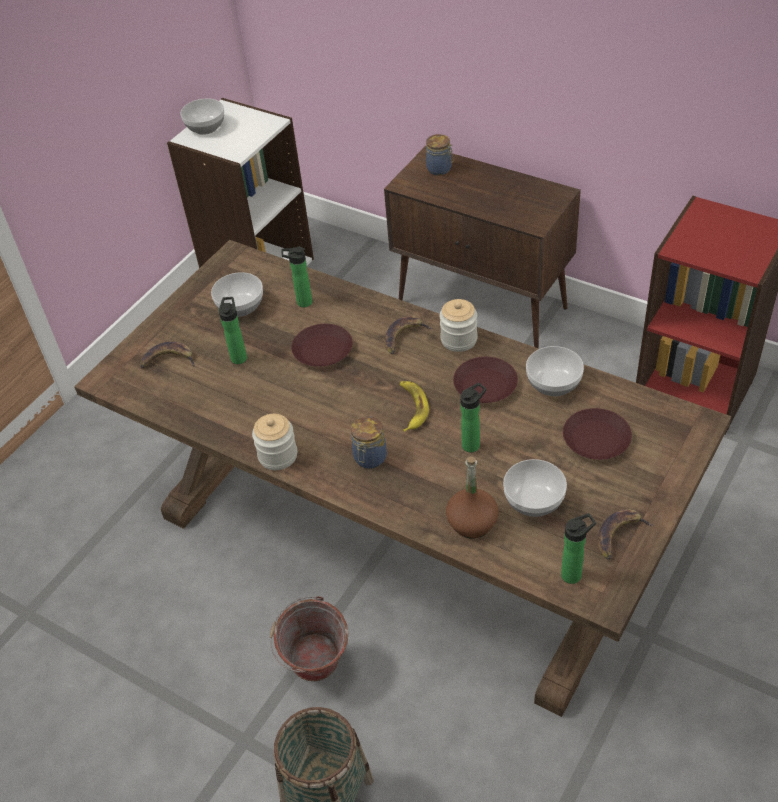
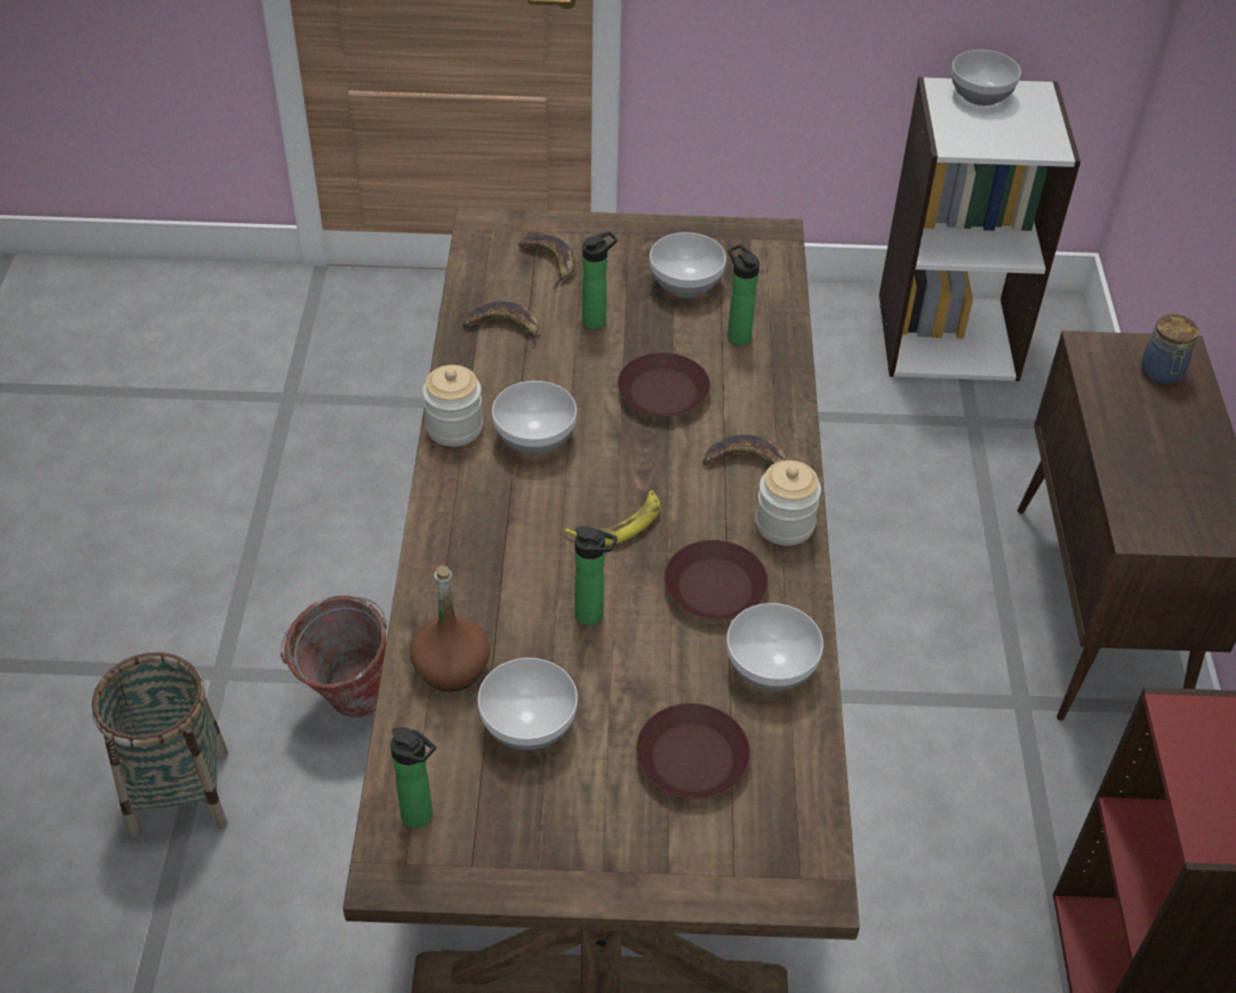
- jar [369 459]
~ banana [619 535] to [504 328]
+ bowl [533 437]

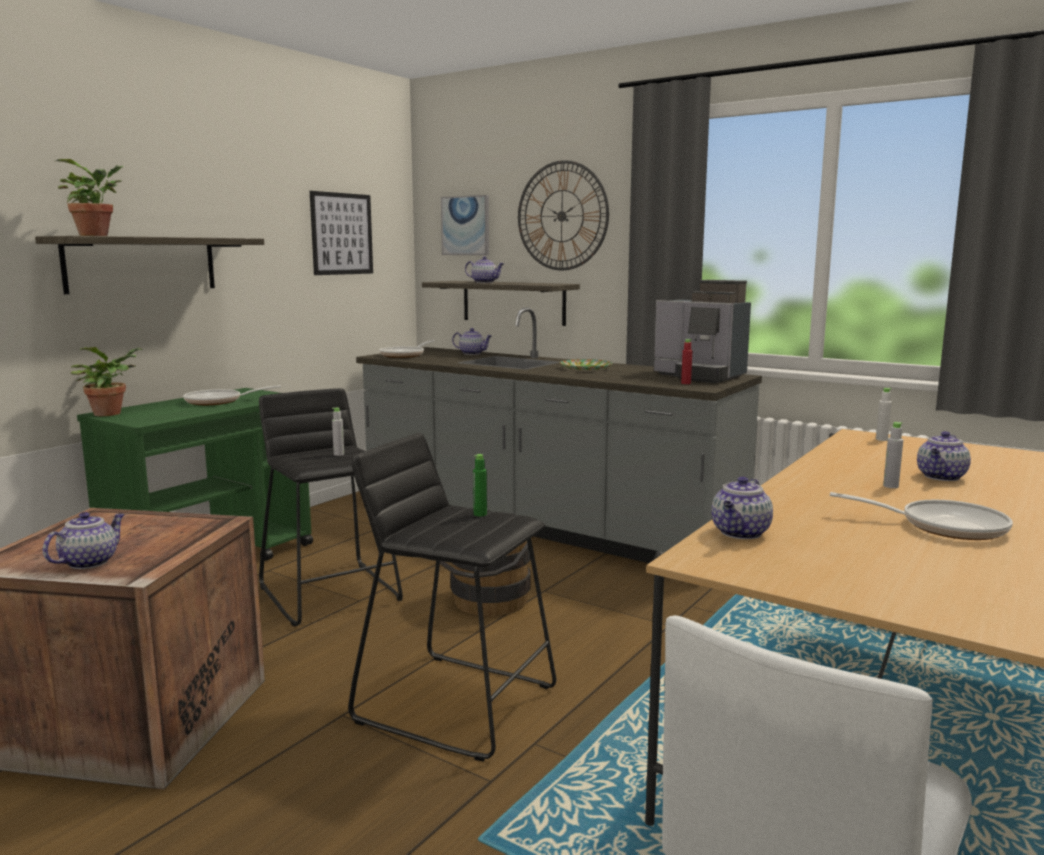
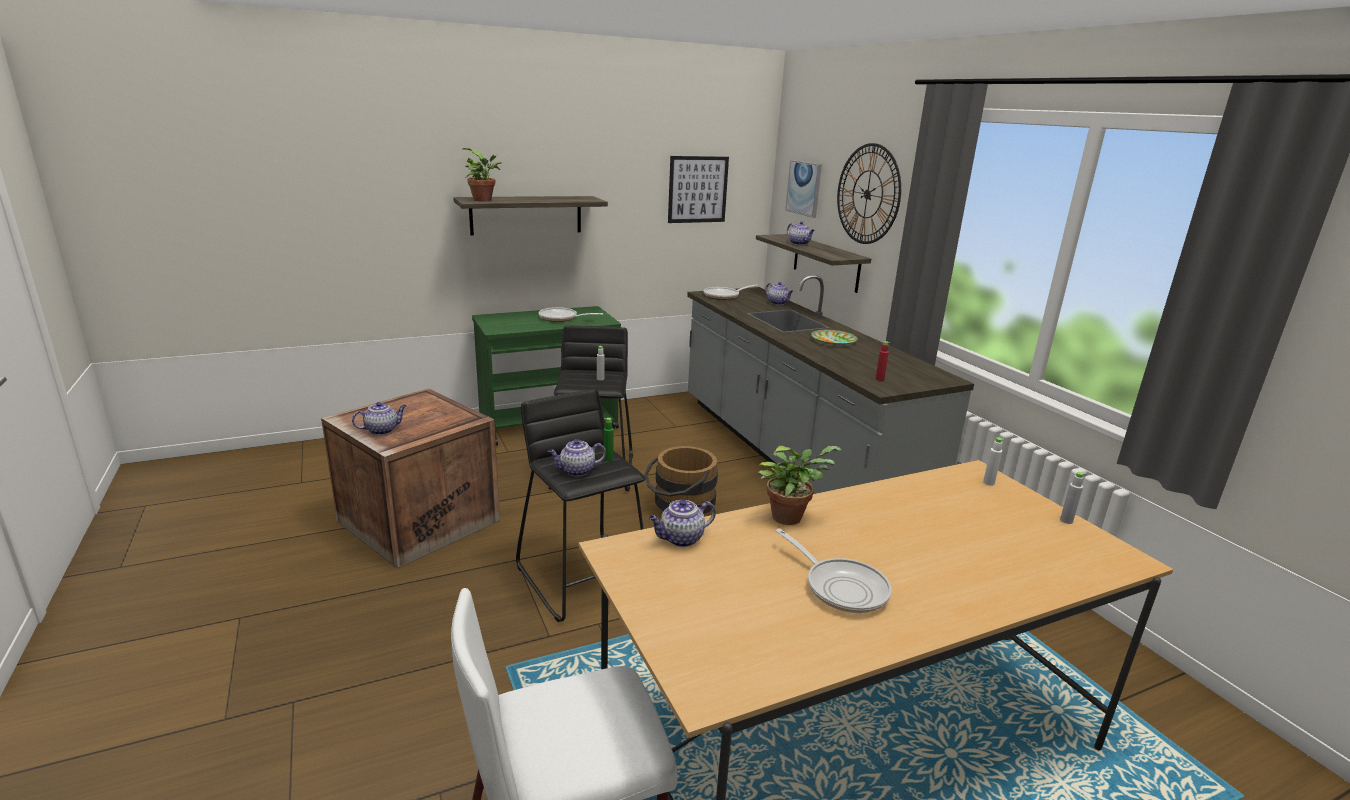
- coffee_machine [700 376]
~ potted_plant [110 413] to [790 516]
~ grey_bottle [890 486] to [1066 520]
~ teapot [941 477] to [576 471]

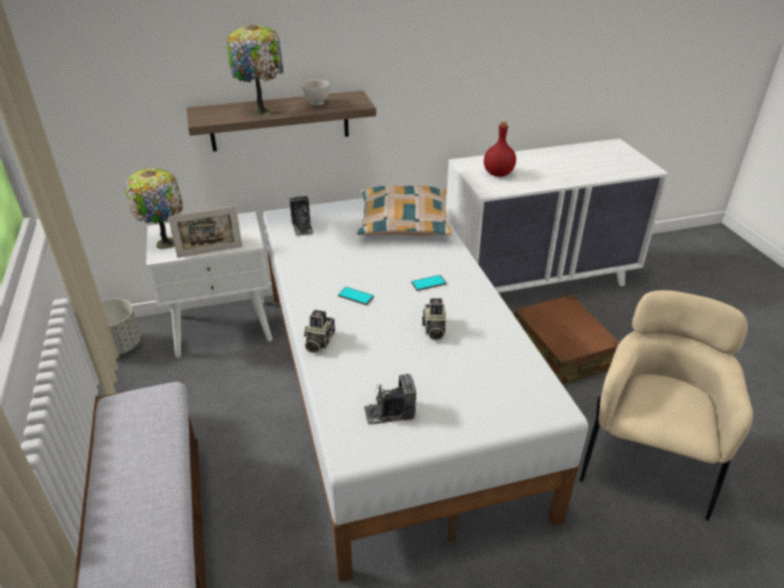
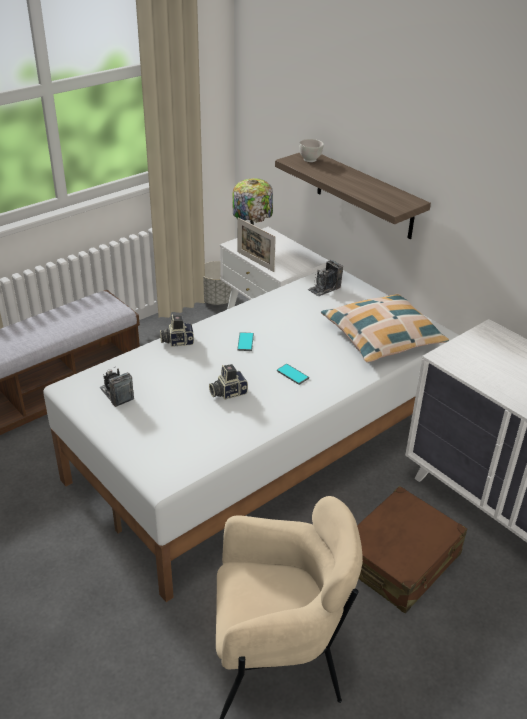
- table_lamp [262 111]
~ white_bowl [316 103] to [310 160]
- red_bottle [498 173]

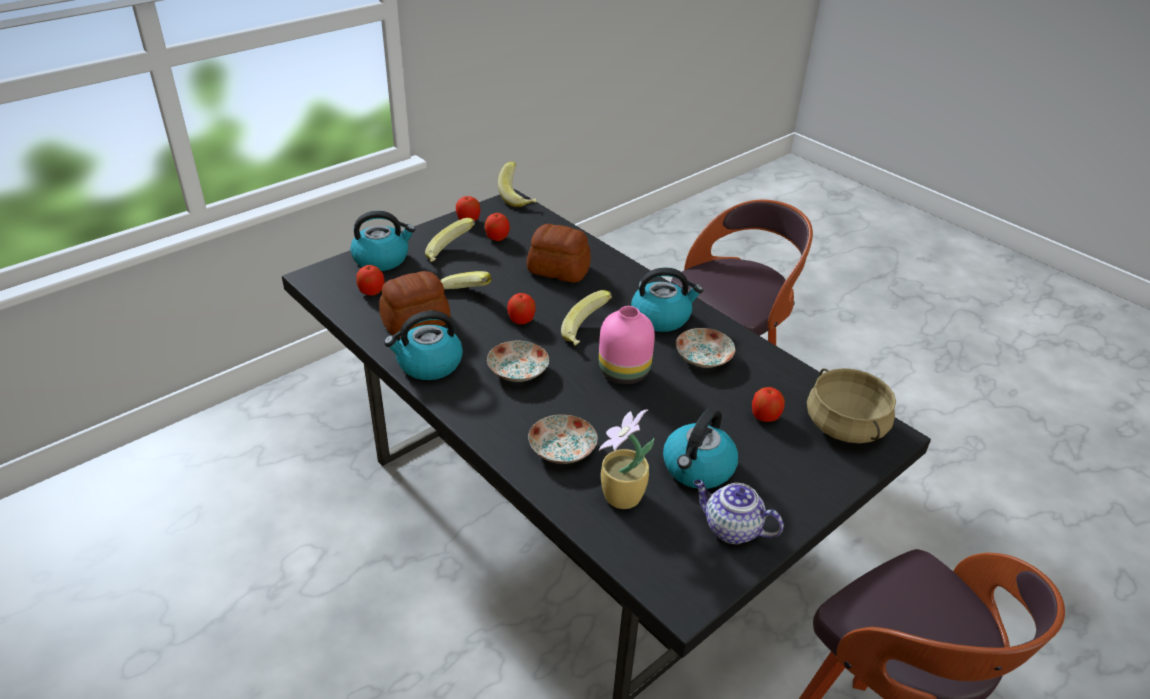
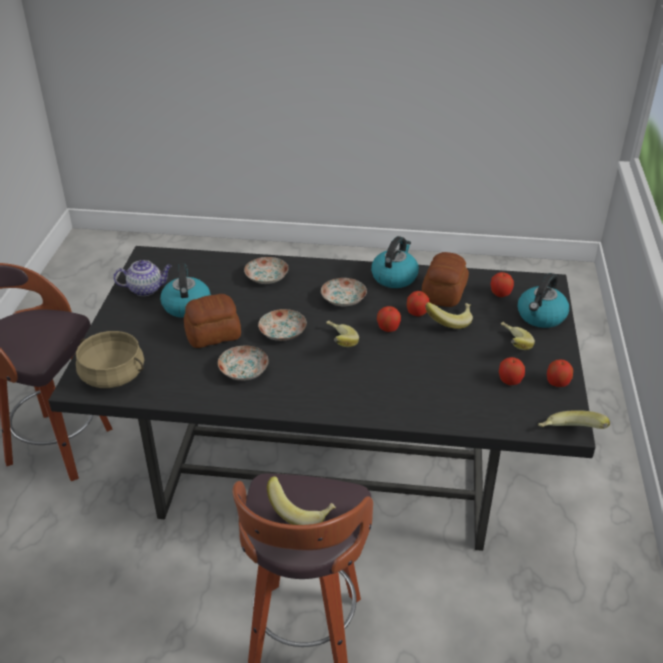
~ bread [558 269] to [214 335]
- kettle [661 317]
~ pink_vase [625 372] to plate [282 333]
~ apple [764 417] to [417 313]
- potted_plant [621 498]
+ banana [301 511]

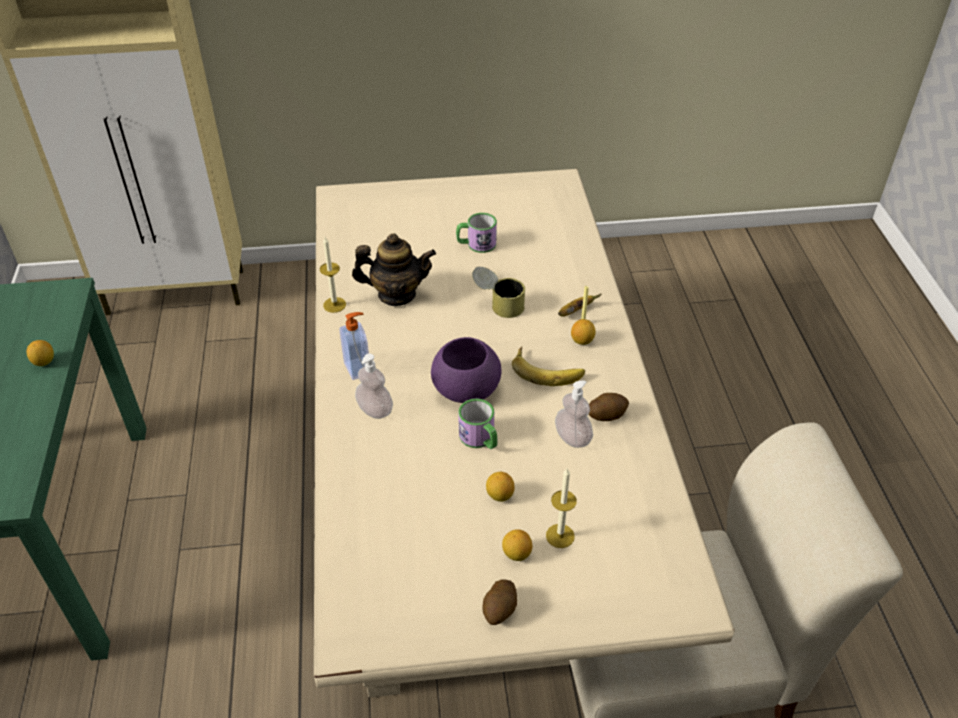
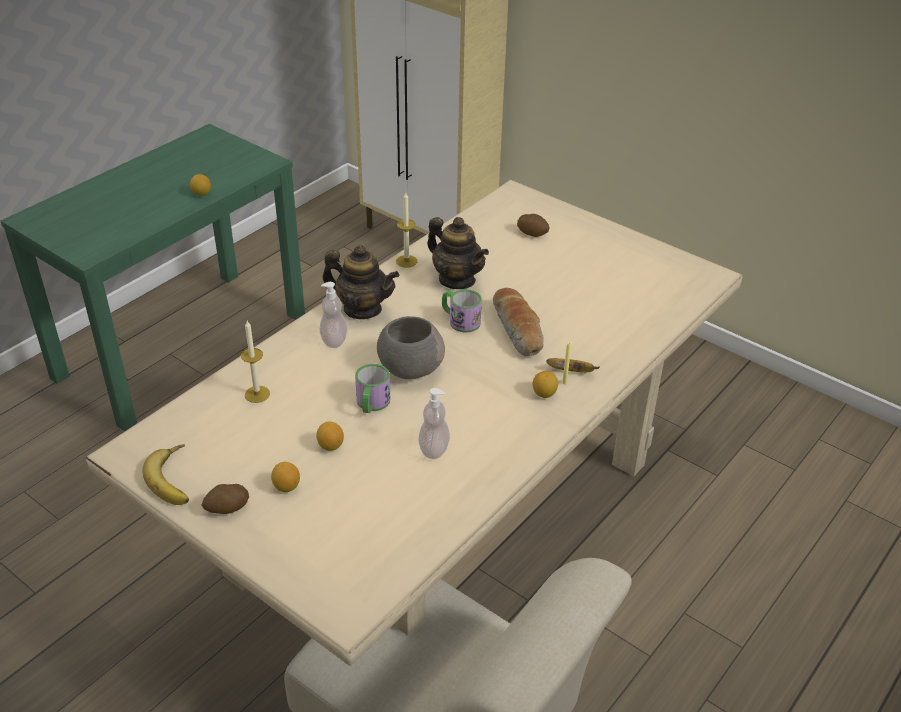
~ mug [476 244] to [460 320]
~ can [498 305] to bread [519 330]
~ soap_dispenser [358 368] to teapot [362 309]
~ purple_bowl [465 389] to grey_bowl [409 367]
~ banana [547 369] to [176 479]
~ potato [607 414] to [532 233]
~ candle [560 536] to [257 394]

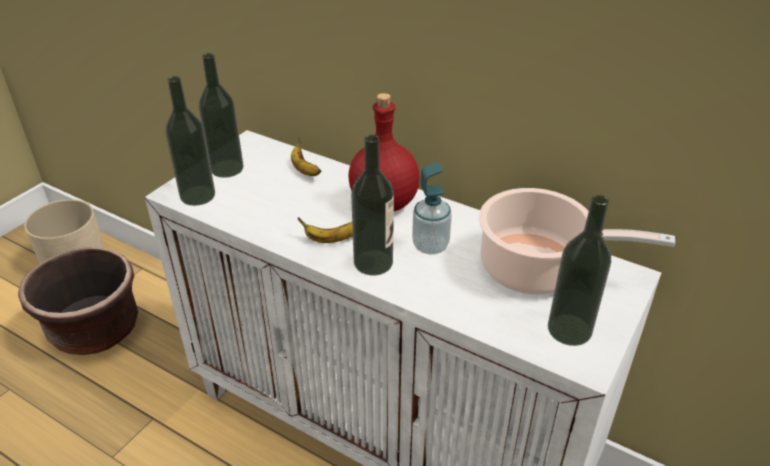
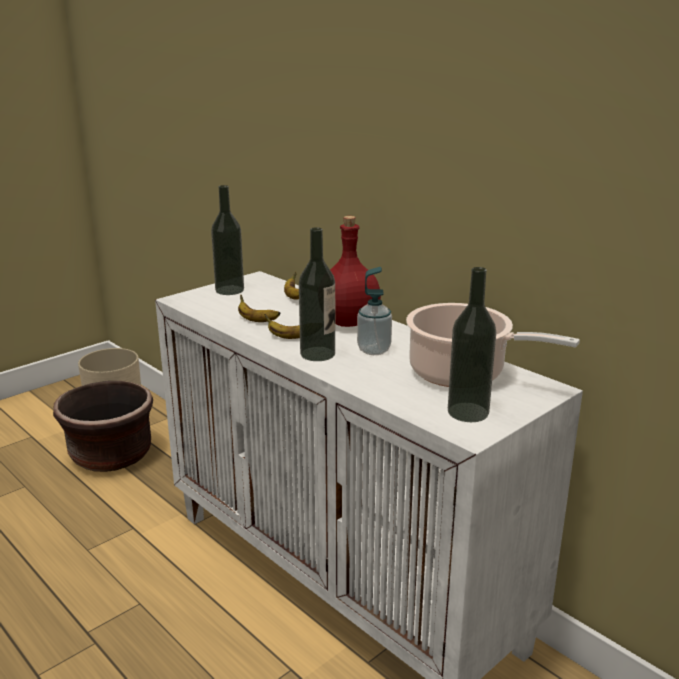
- bottle [197 195]
+ banana [256 320]

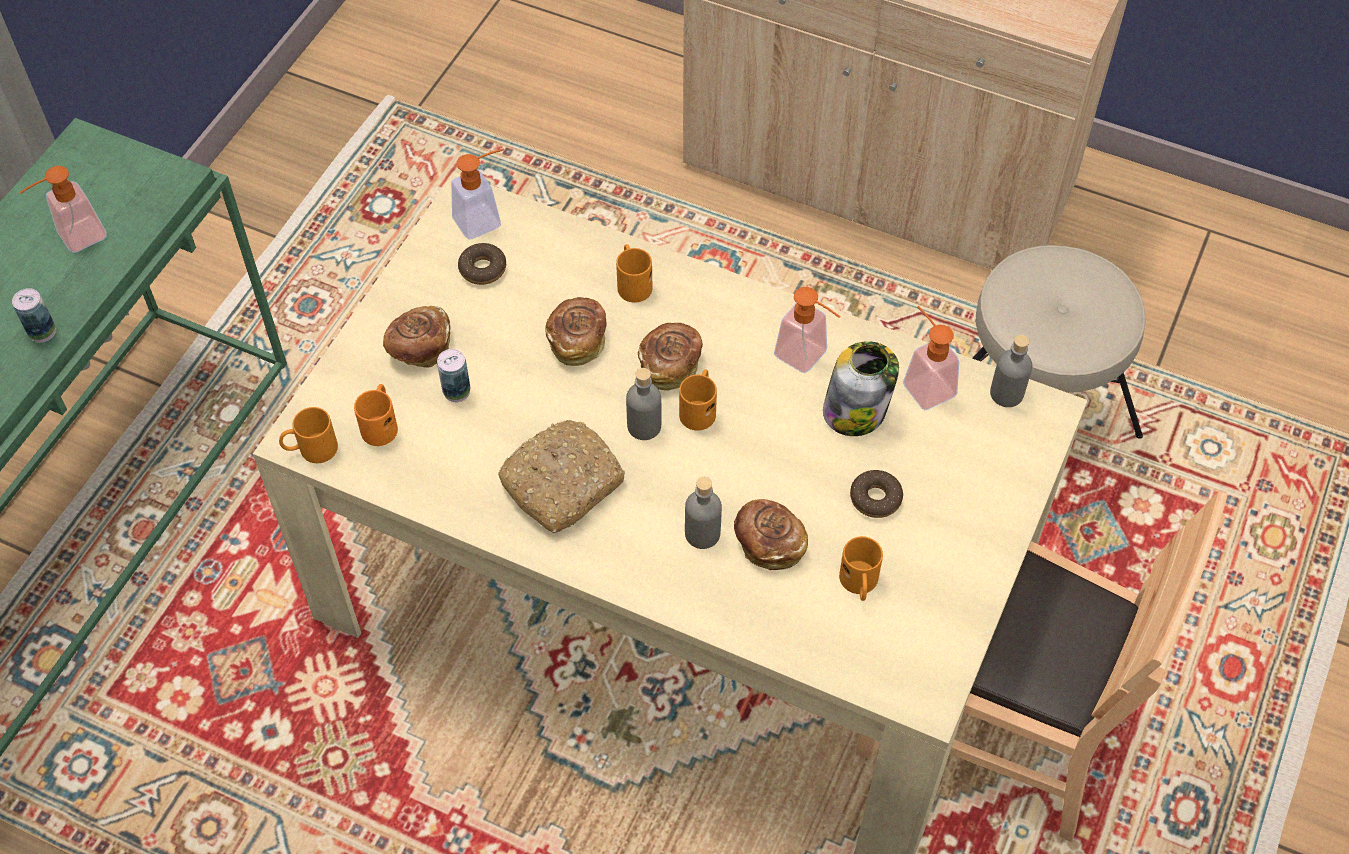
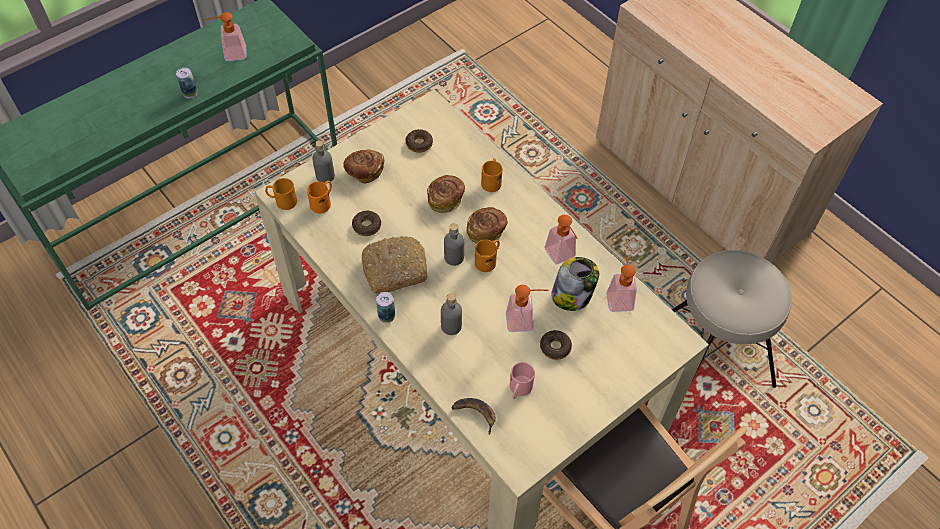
~ soap_dispenser [484 219] to [525 321]
~ grey_bottle [1006 394] to [325 176]
~ can [456 391] to [386 316]
- bread [769 543]
~ orange_mug [860 584] to pink_mug [519 390]
+ donut [367 226]
+ banana [474 414]

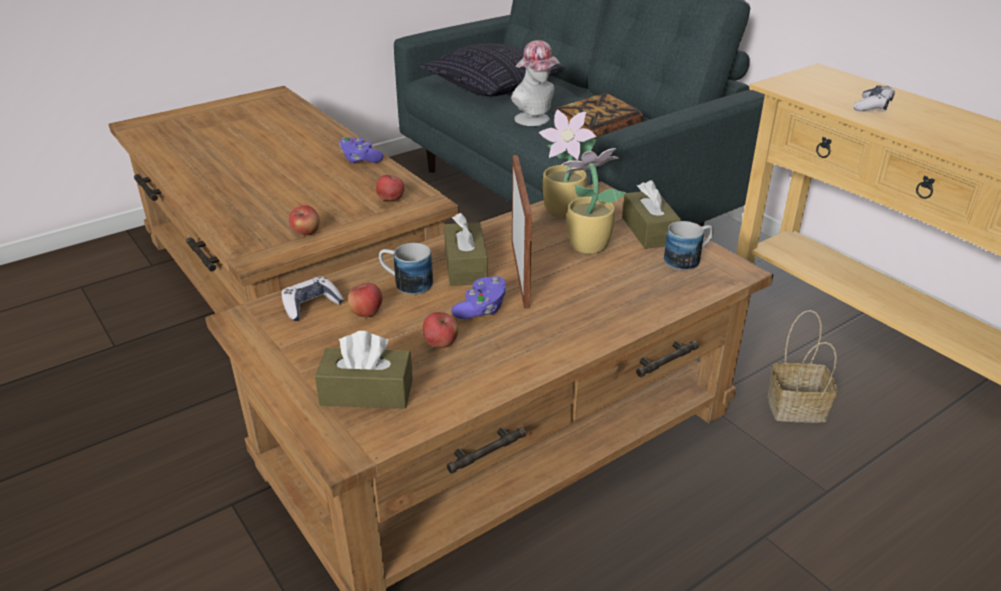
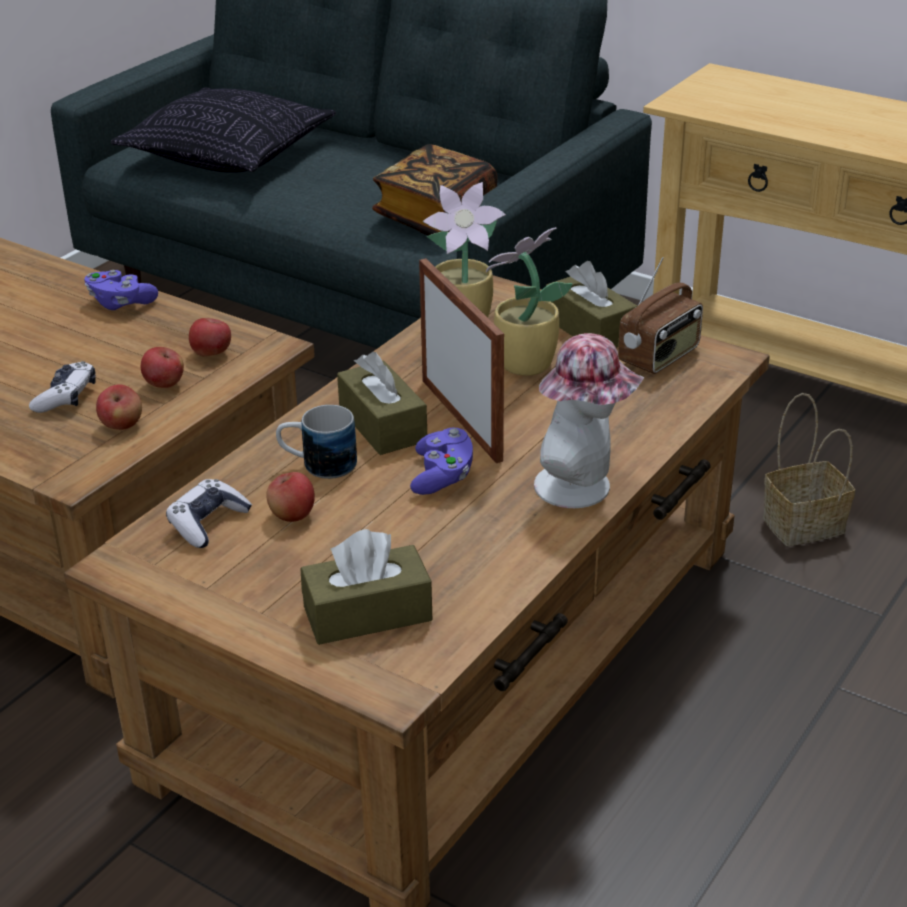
~ hat [536 120] to [582 488]
~ game_controller [872 106] to [66 397]
~ mug [688 259] to radio [660 357]
~ apple [440 344] to [164 385]

